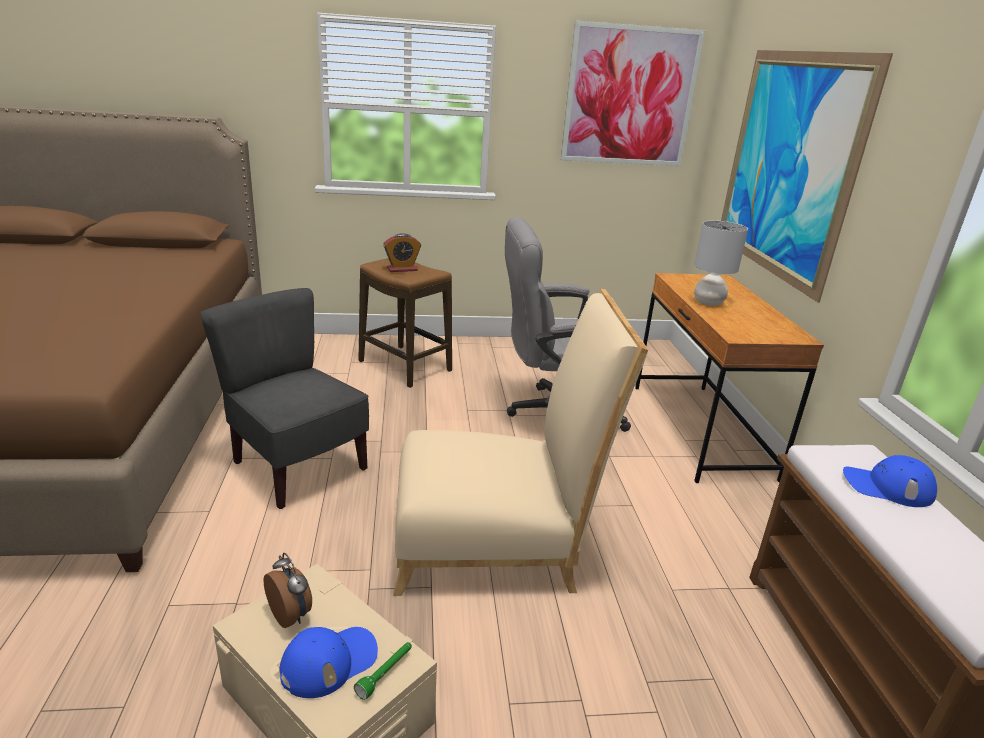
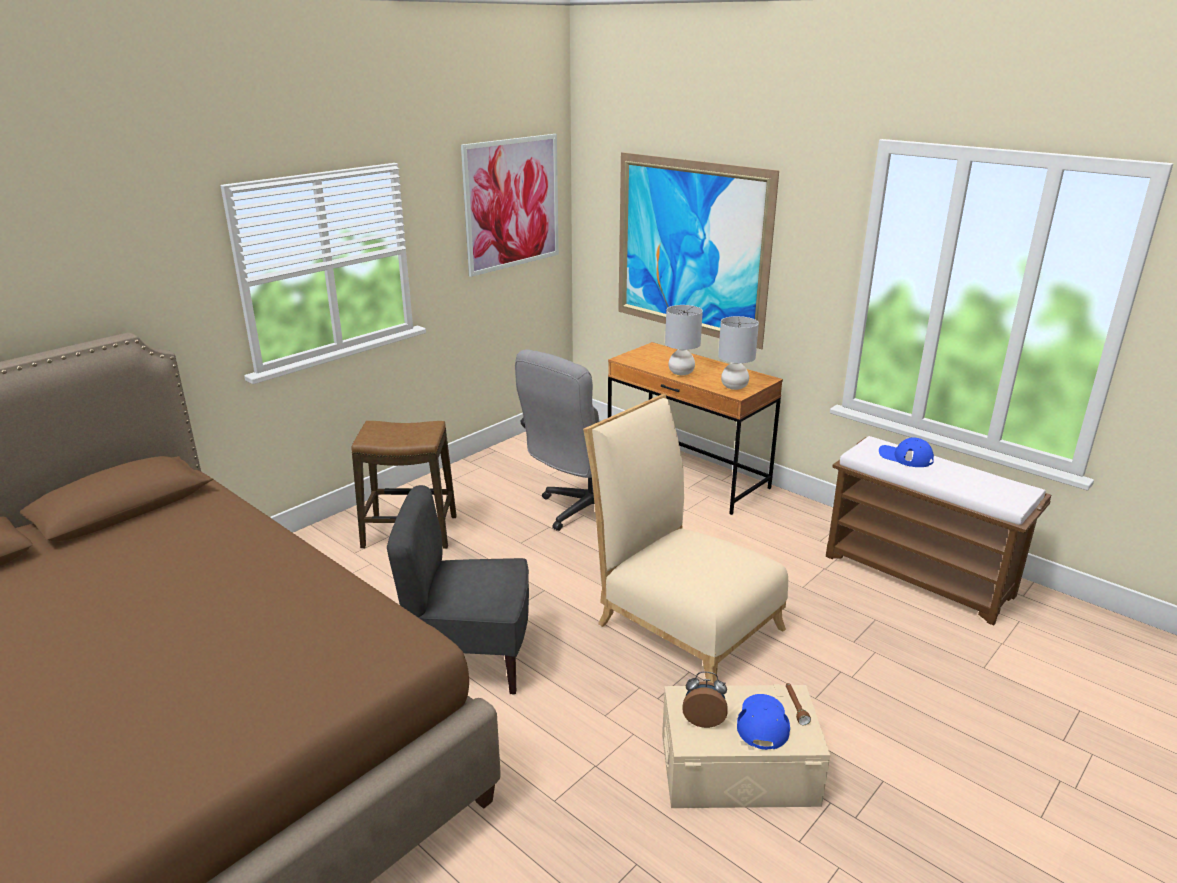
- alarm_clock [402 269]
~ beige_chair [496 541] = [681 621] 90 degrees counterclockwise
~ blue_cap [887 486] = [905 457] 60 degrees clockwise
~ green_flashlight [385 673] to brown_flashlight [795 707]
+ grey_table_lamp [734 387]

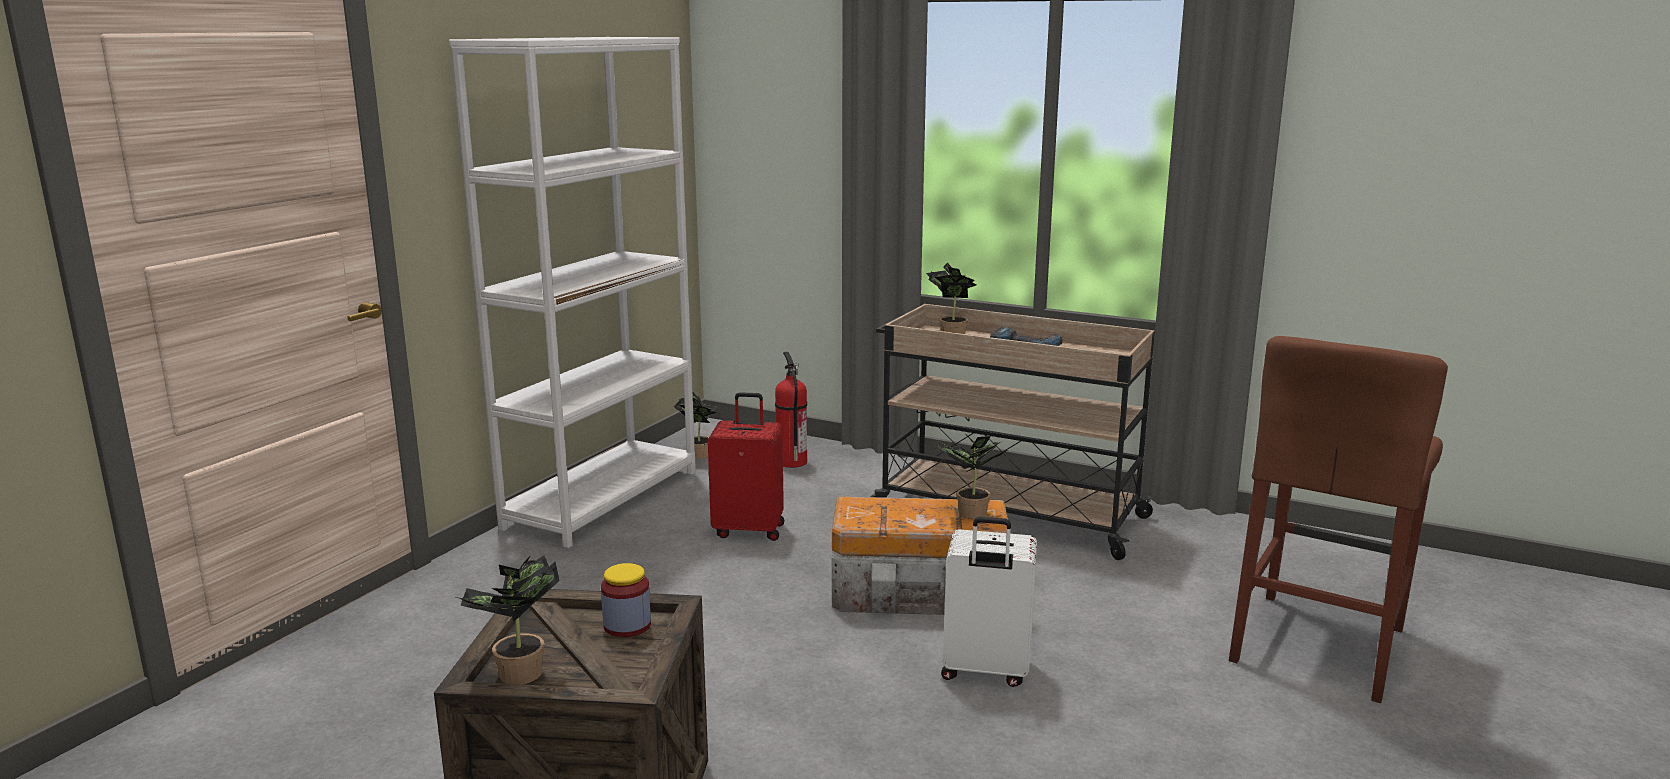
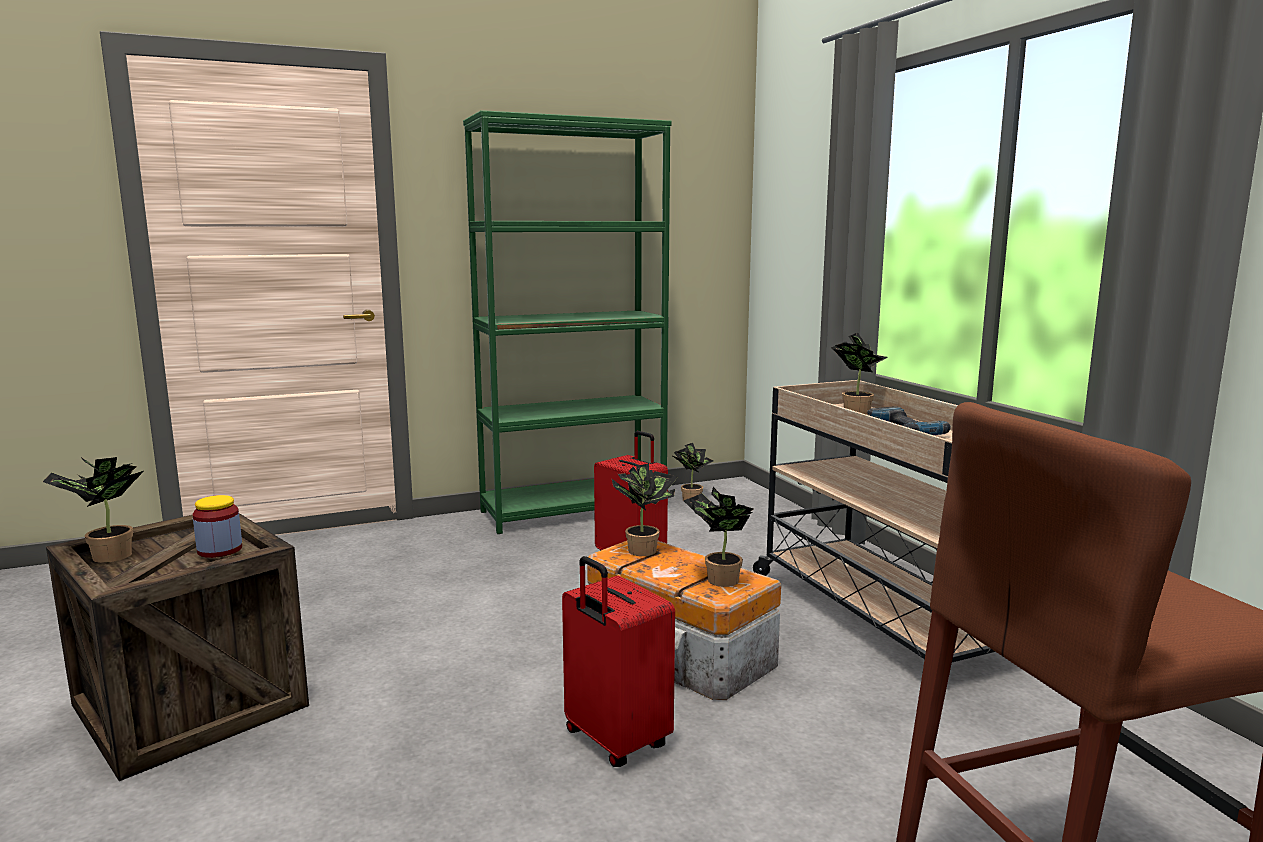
~ white_bookcase [603 499] to green_bookcase [574 511]
- fire_extinguisher [791 461]
~ white_suitcase [985 671] to red_suitcase [614 741]
+ potted_plant [643 549]

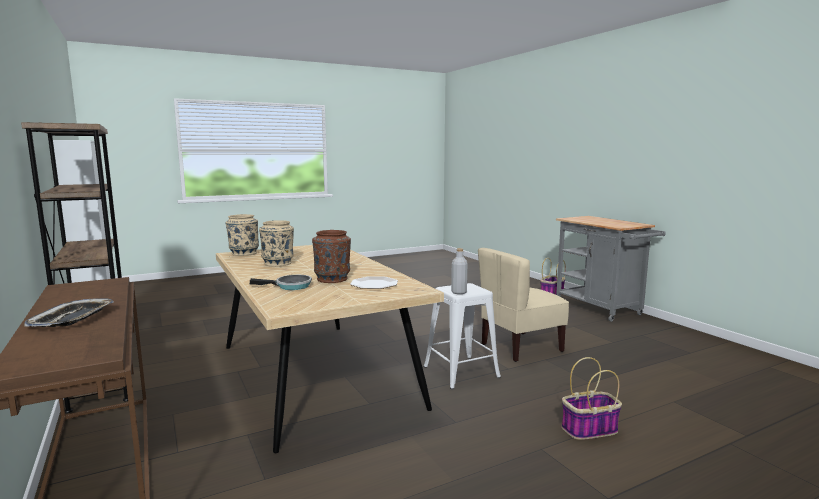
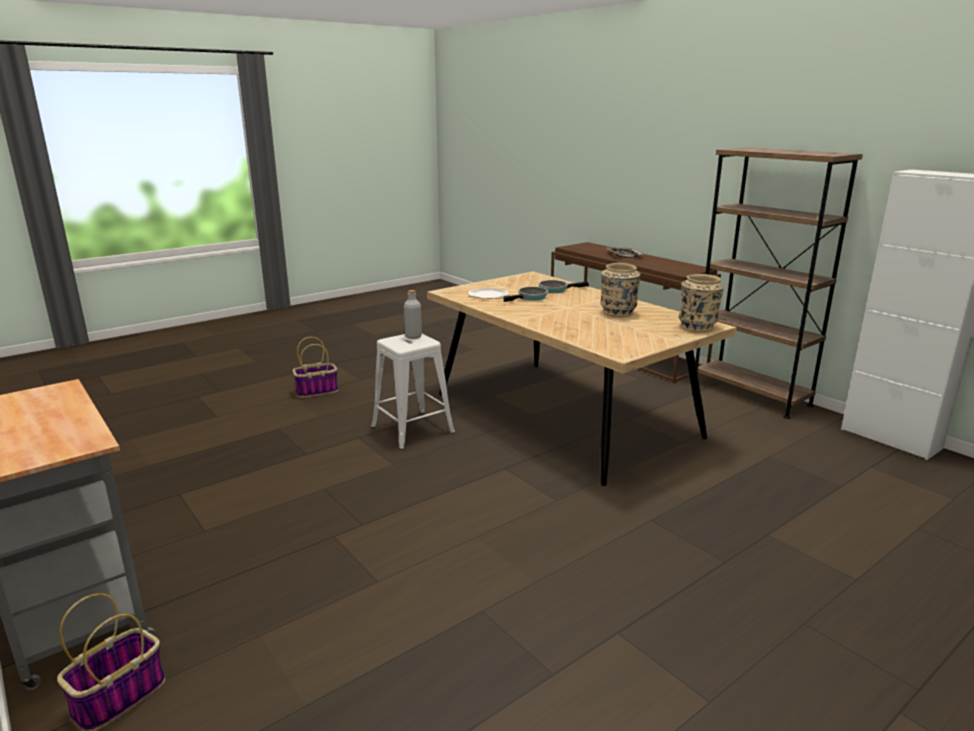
~ brown_vase [332 279] to frying_pan [530 297]
- beige_chair [520 347]

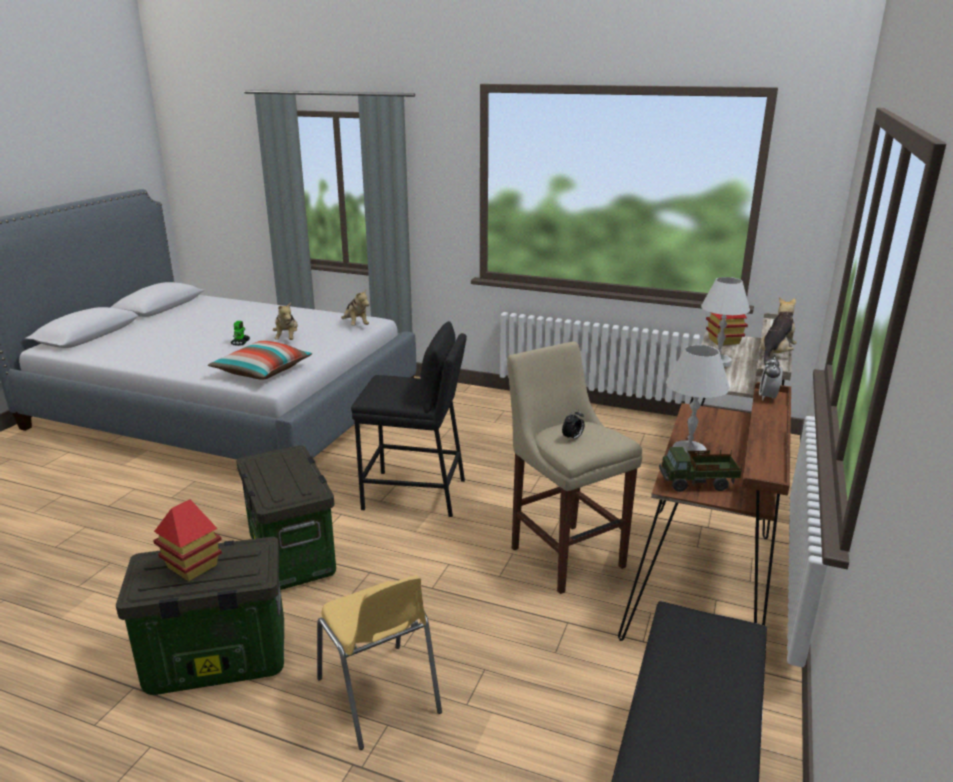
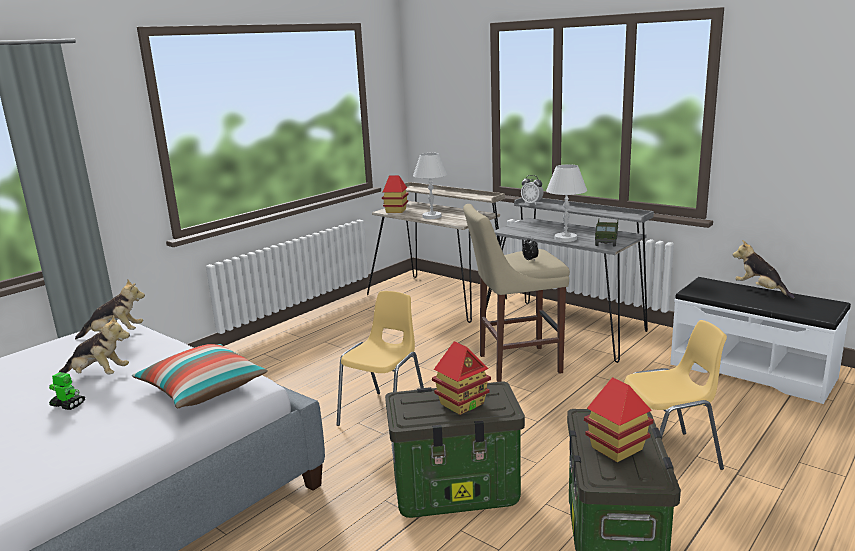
~ plush_toy [775 354] to [760 290]
~ black_stool [415 494] to yellow_chair [385 414]
~ brown_desk [704 583] to grey_desk [566 328]
+ toy_house [462 404]

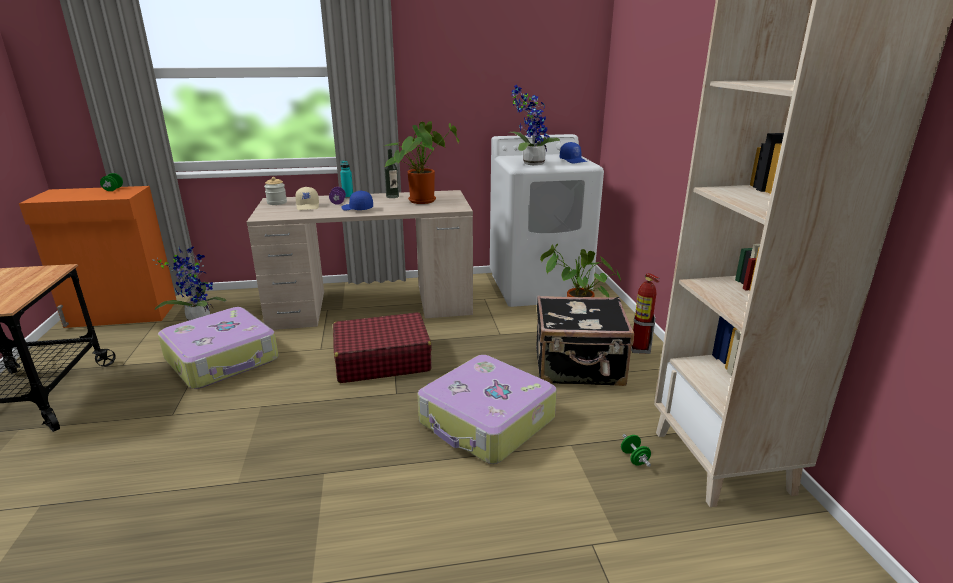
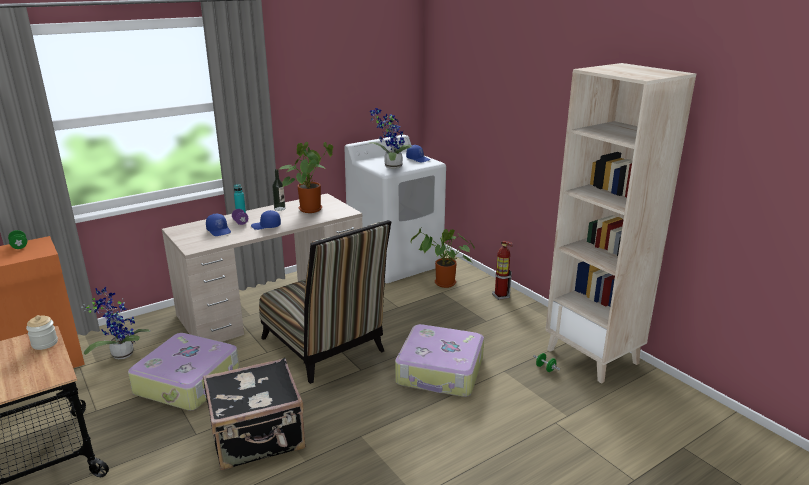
~ jar [277 203] to [45 343]
~ beige_cap [308 206] to blue_cap [219 231]
~ black_suitcase [579 367] to [258 438]
~ red_suitcase [382 360] to chair [326 348]

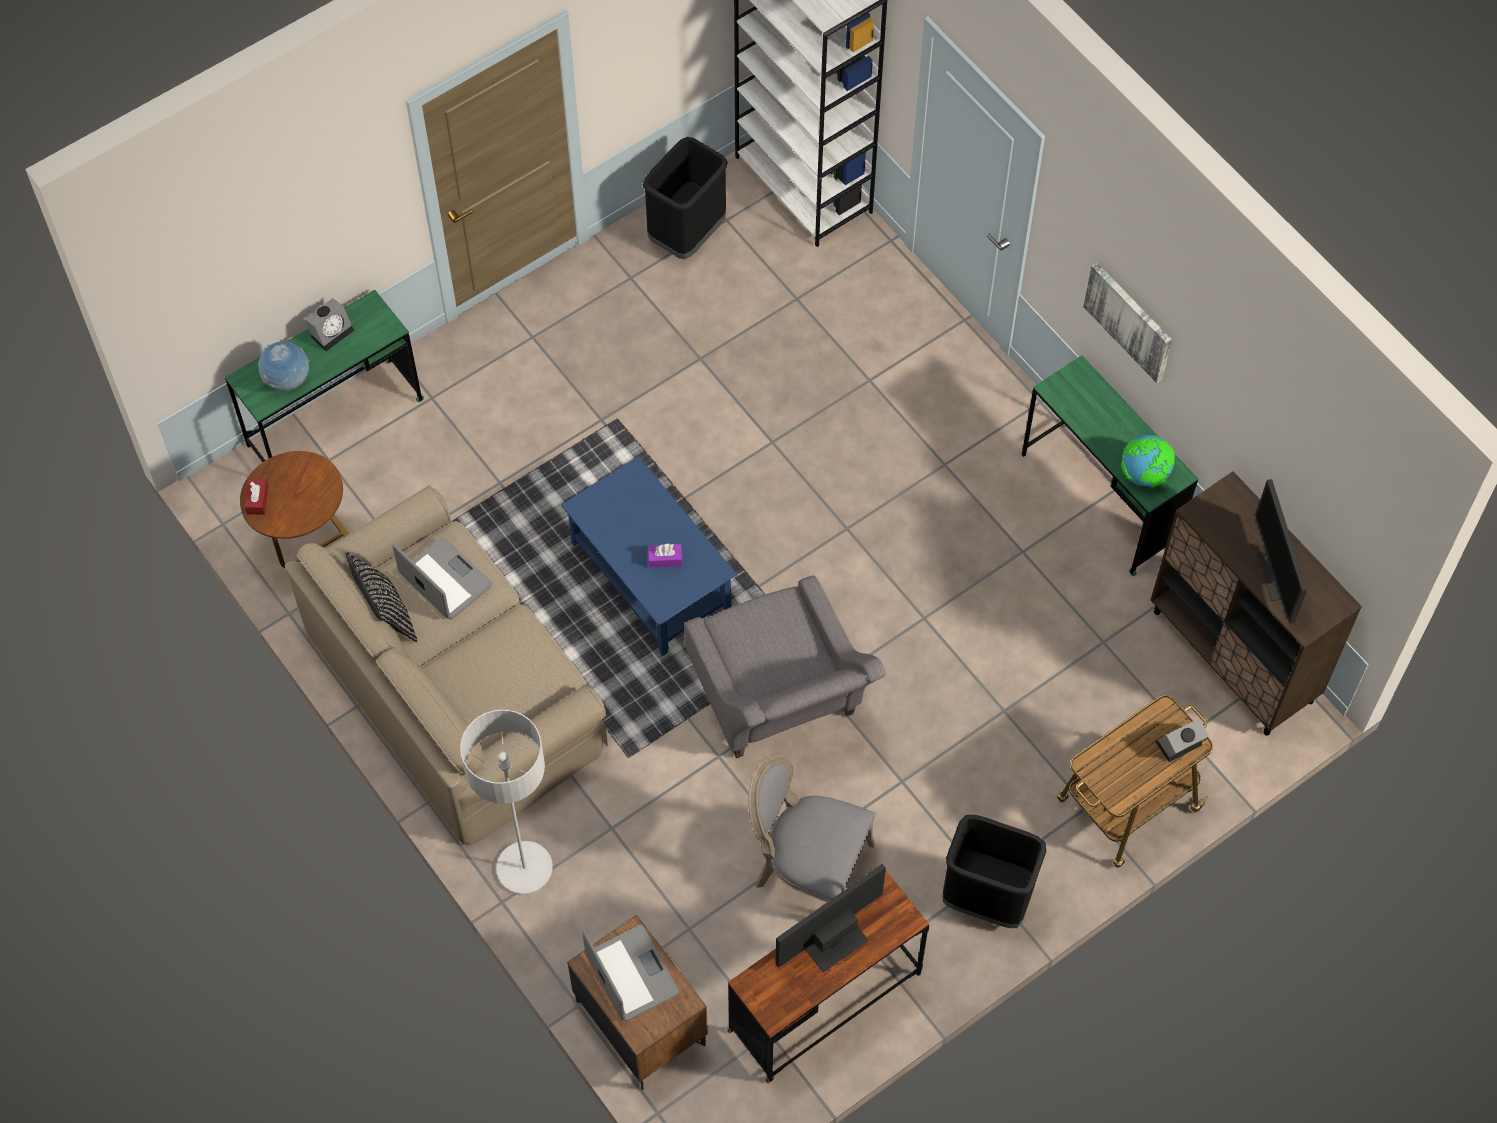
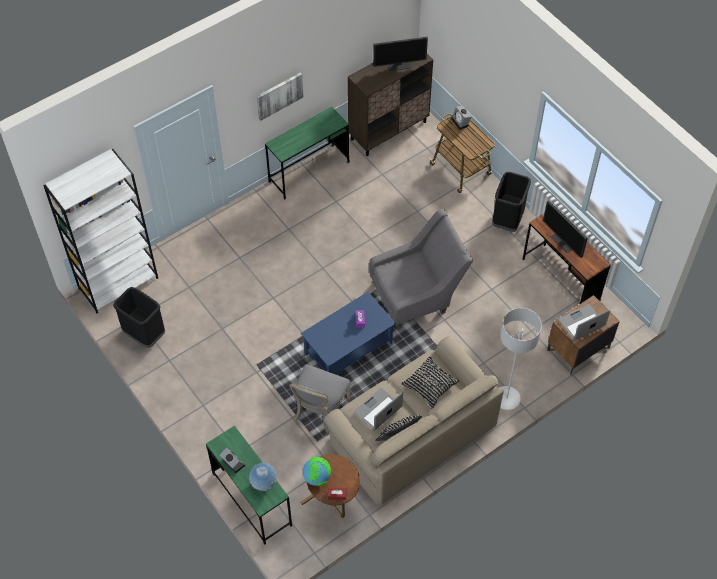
~ globe [1145 474] to [317 477]
~ grey_chair [808 868] to [319 410]
+ black_pillow [430 385]

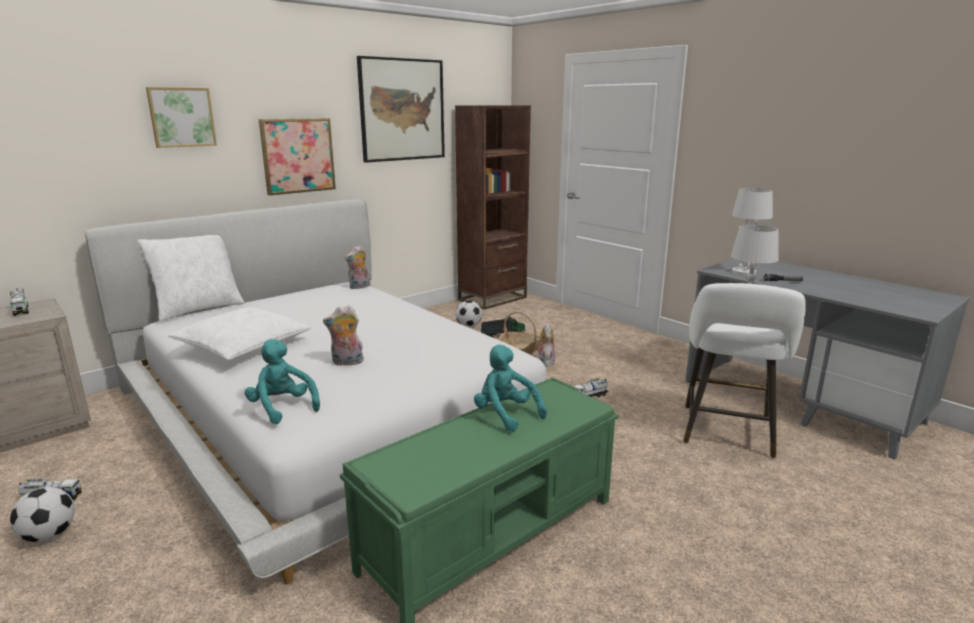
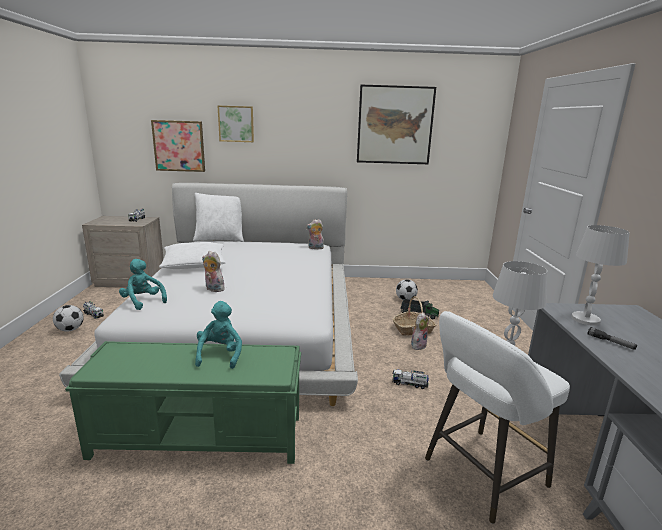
- brown_bookcase [492 298]
~ picture [298 155] to [179 146]
~ turquoise_plush_toy [282 408] = [143 301] 45 degrees counterclockwise

